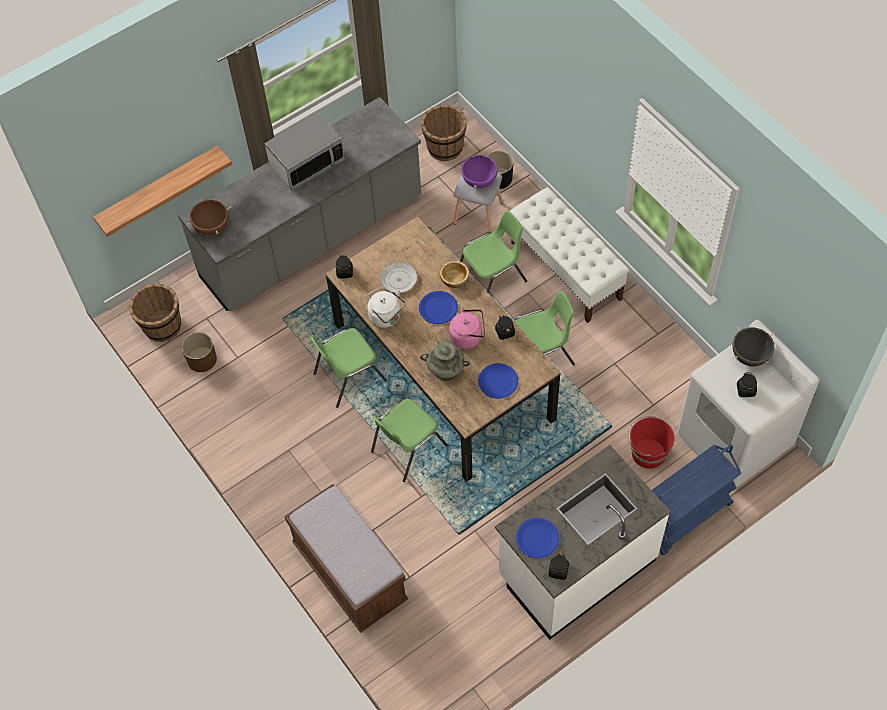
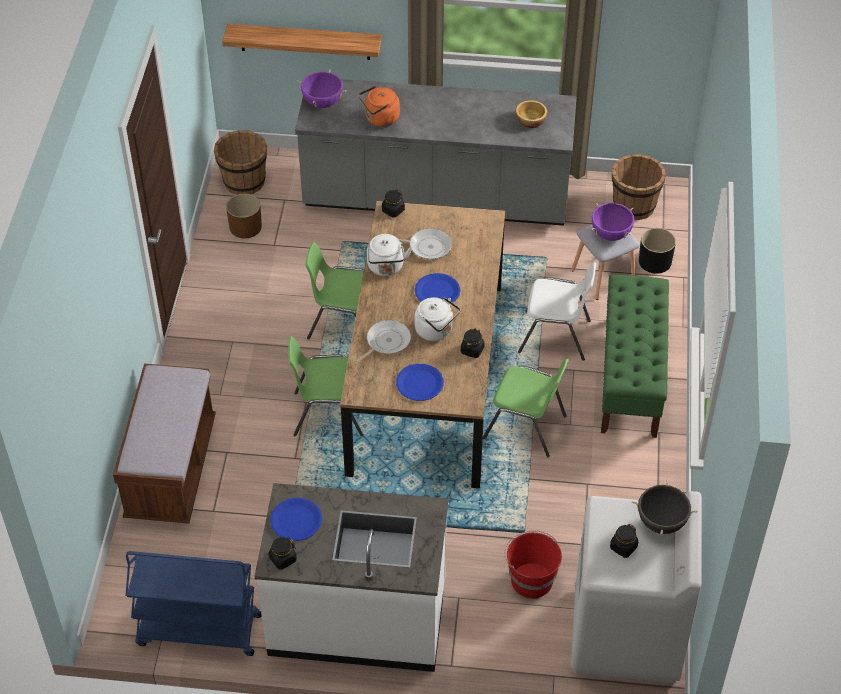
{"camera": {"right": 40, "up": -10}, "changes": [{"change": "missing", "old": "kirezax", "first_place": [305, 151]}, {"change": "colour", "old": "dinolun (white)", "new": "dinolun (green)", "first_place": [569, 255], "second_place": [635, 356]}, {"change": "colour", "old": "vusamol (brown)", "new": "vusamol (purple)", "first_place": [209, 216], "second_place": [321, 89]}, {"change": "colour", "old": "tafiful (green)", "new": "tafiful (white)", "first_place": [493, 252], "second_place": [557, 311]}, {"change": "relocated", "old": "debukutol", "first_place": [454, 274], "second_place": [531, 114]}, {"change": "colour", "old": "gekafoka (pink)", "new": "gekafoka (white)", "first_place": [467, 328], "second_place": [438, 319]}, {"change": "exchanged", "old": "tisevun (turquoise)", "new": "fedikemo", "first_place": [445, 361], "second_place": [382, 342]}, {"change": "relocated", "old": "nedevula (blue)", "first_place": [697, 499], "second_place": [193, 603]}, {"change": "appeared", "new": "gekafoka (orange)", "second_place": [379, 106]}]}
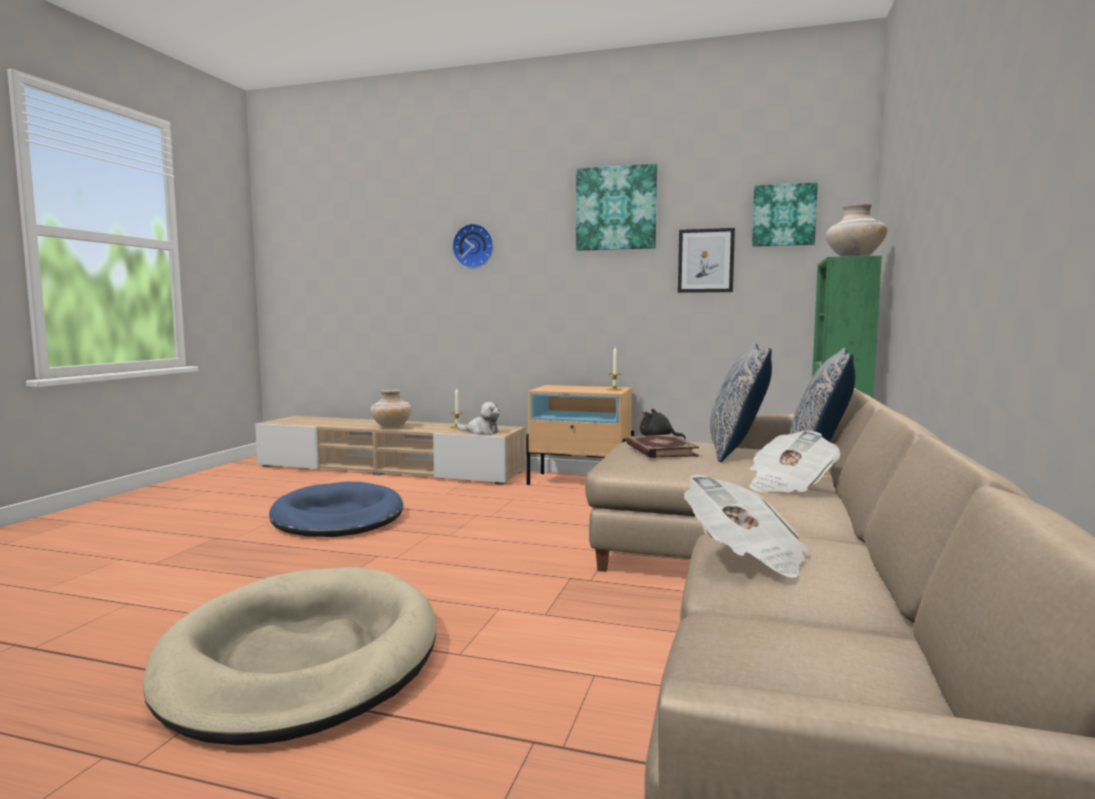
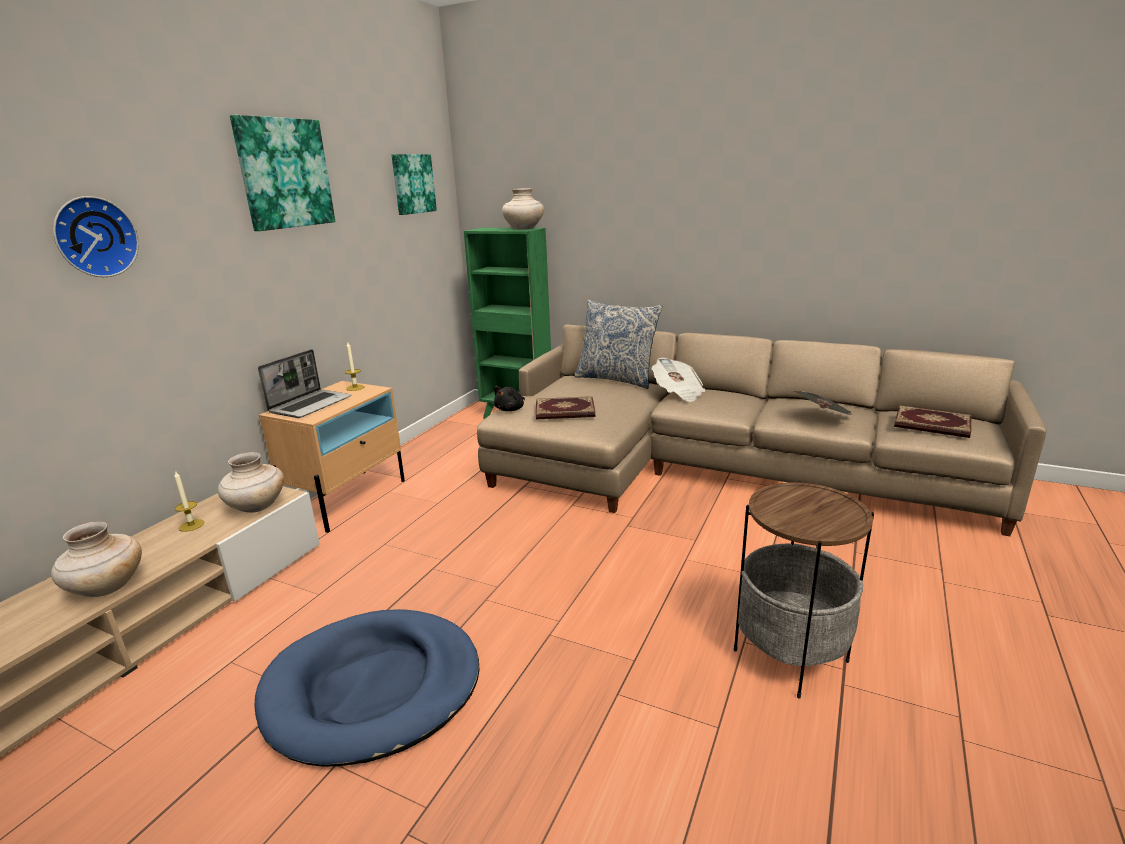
{"camera": {"right": -80, "up": 15}, "changes": [{"change": "missing", "old": "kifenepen", "first_place": [706, 260]}, {"change": "missing", "old": "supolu", "first_place": [741, 402]}, {"change": "exchanged", "old": "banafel", "new": "tisevun (beige)", "first_place": [478, 418], "second_place": [251, 482]}, {"change": "exchanged", "old": "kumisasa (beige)", "new": "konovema", "first_place": [290, 656], "second_place": [804, 590]}, {"change": "appeared", "new": "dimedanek", "second_place": [305, 383]}, {"change": "appeared", "new": "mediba", "second_place": [932, 421]}]}
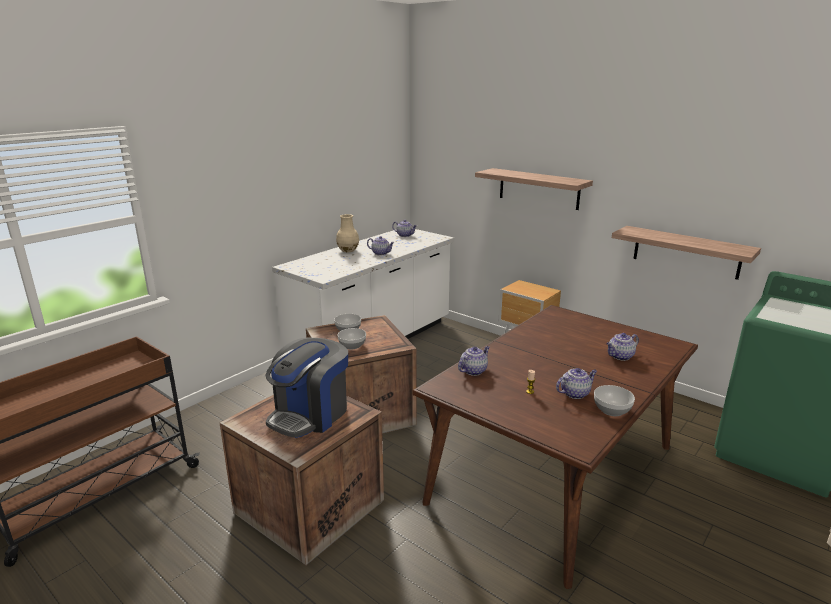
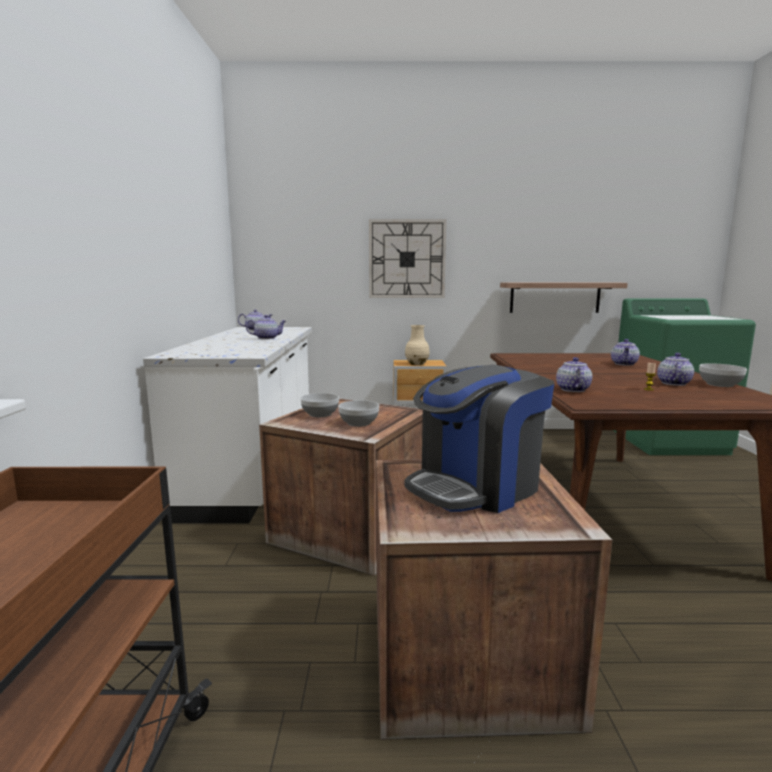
{"camera": {"right": -40, "up": -10}, "changes": [{"change": "exchanged", "old": "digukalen", "new": "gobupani", "first_place": [534, 189], "second_place": [407, 259]}, {"change": "relocated", "old": "tisevun (beige)", "first_place": [347, 233], "second_place": [417, 345]}, {"change": "spun", "old": "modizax", "first_place": [306, 388], "second_place": [479, 439], "degrees": 60}]}
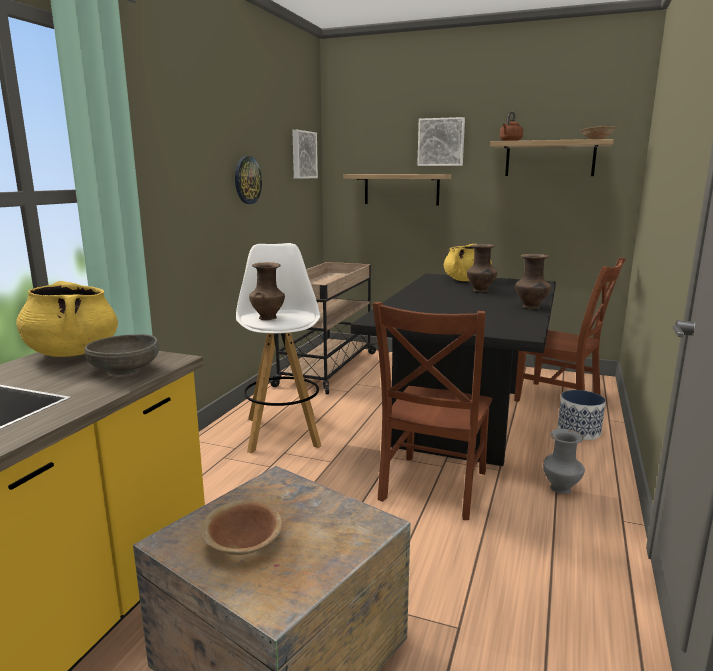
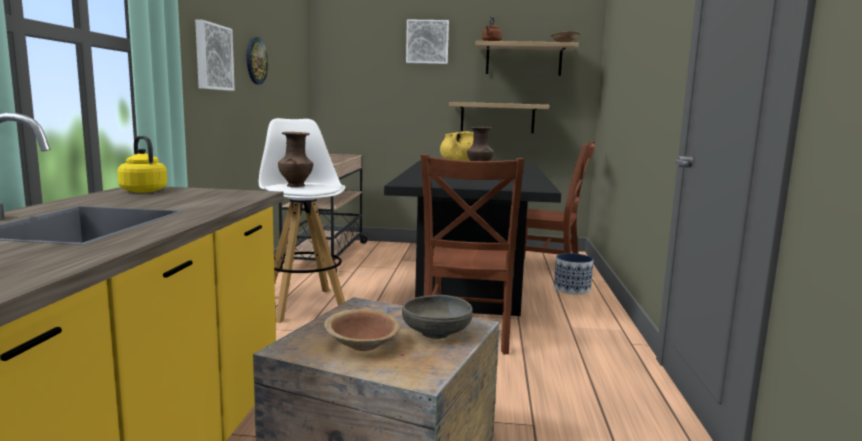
{"camera": {"right": -15, "up": -5}, "changes": [{"change": "relocated", "old": "kifenepen", "first_place": [305, 154], "second_place": [215, 55]}, {"change": "relocated", "old": "digukalen", "first_place": [397, 189], "second_place": [499, 117]}, {"change": "missing", "old": "tisevun (brown)", "first_place": [533, 281]}, {"change": "exchanged", "old": "vusamol (yellow)", "new": "gekafoka (yellow)", "first_place": [67, 319], "second_place": [142, 164]}, {"change": "relocated", "old": "debukutol (grey)", "first_place": [121, 354], "second_place": [437, 317]}, {"change": "missing", "old": "tisevun (grey)", "first_place": [564, 461]}]}
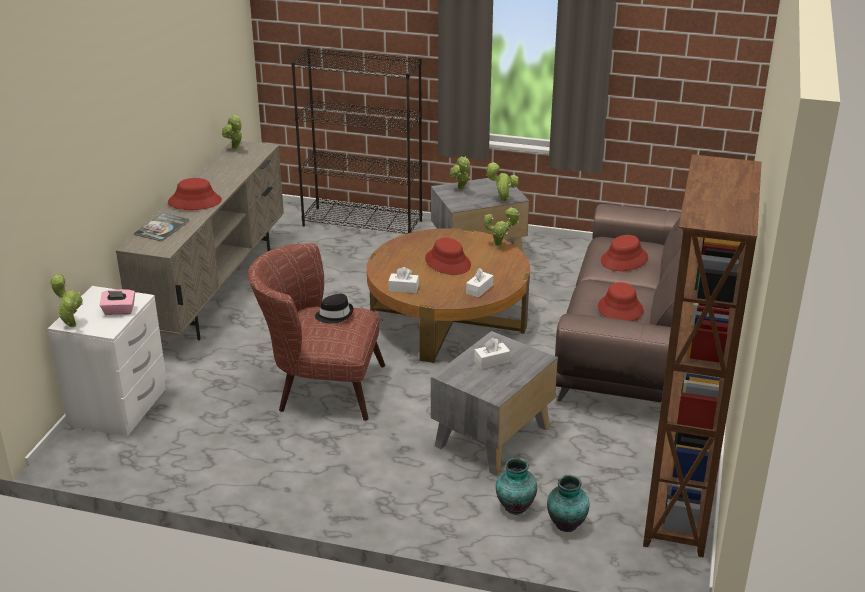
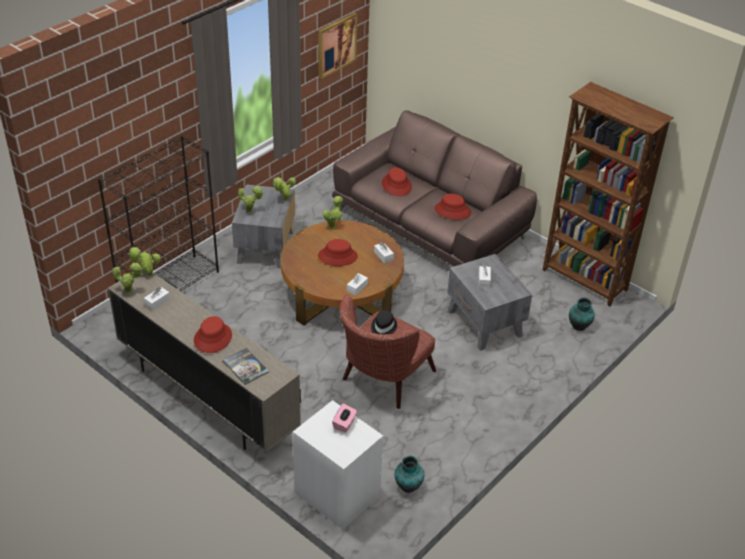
{"camera": {"right": -65, "up": 10}, "changes": [{"change": "relocated", "old": "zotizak", "first_place": [66, 300], "second_place": [144, 261]}, {"change": "relocated", "old": "tisevun", "first_place": [516, 486], "second_place": [409, 474]}, {"change": "appeared", "new": "kifenepen", "second_place": [337, 46]}, {"change": "appeared", "new": "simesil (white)", "second_place": [157, 299]}]}
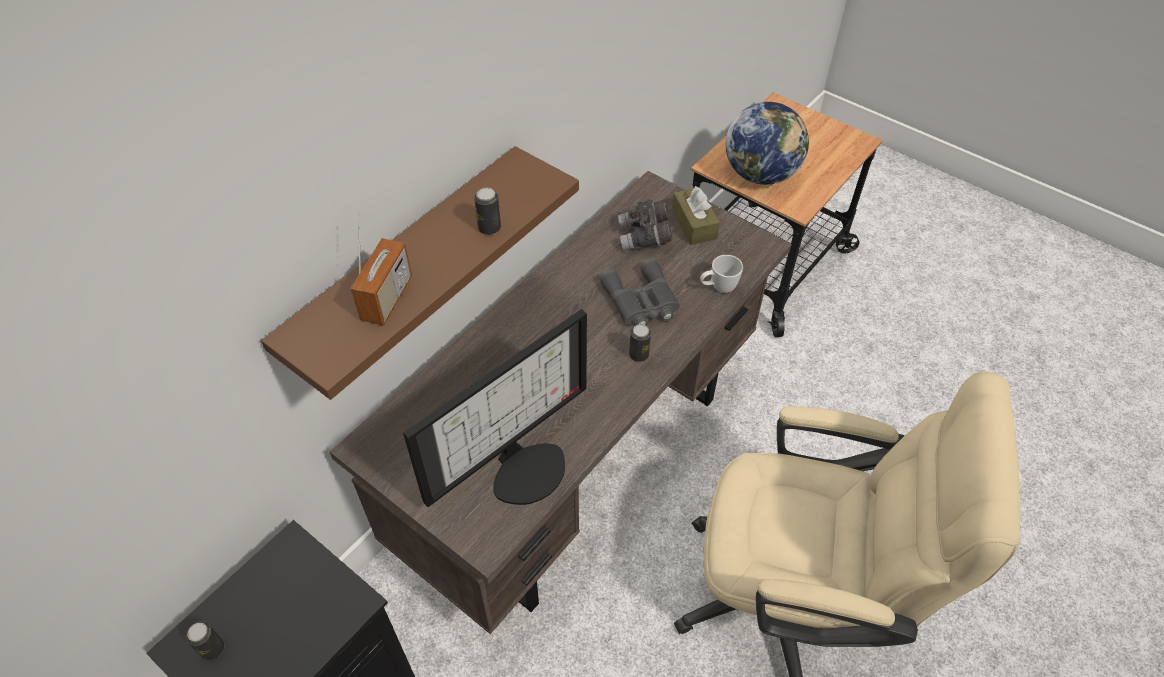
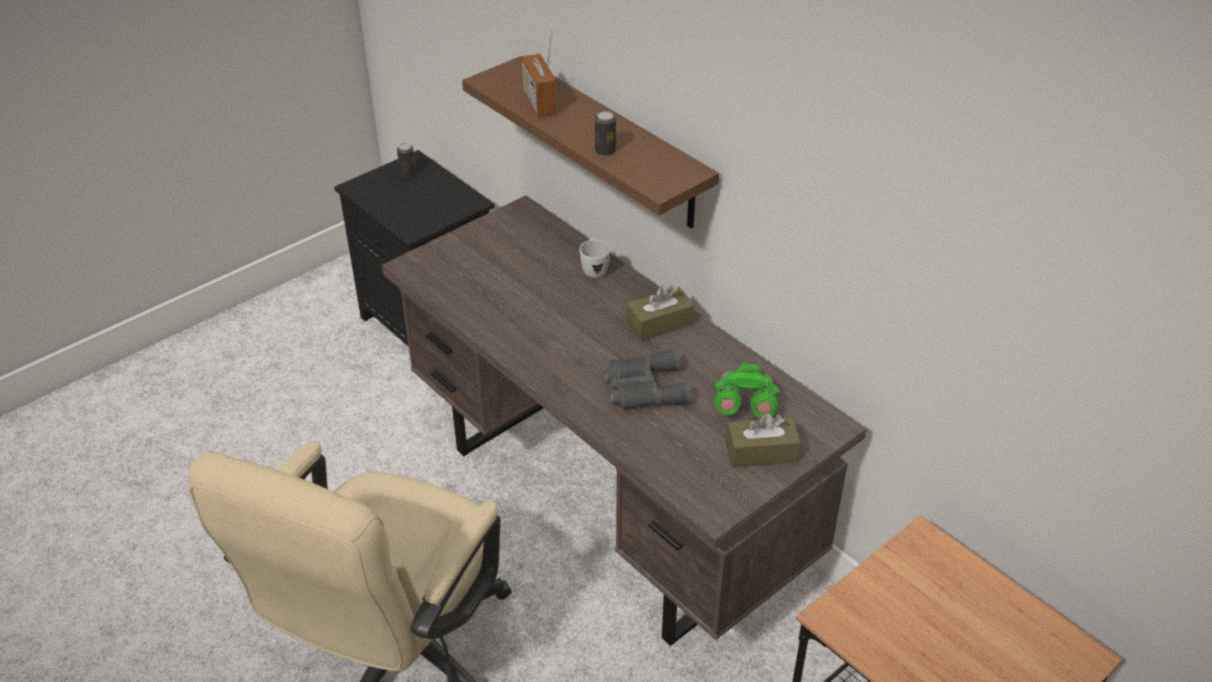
{"camera": {"right": 100, "up": -10}, "changes": [{"change": "missing", "old": "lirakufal", "first_place": [767, 143]}, {"change": "colour", "old": "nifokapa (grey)", "new": "nifokapa (green)", "first_place": [645, 224], "second_place": [747, 390]}, {"change": "spun", "old": "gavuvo", "first_place": [381, 269], "second_place": [539, 73], "degrees": 45}, {"change": "relocated", "old": "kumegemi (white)", "first_place": [721, 274], "second_place": [595, 258]}, {"change": "missing", "old": "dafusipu", "first_place": [495, 408]}, {"change": "missing", "old": "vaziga", "first_place": [640, 343]}, {"change": "appeared", "new": "simesil (brown)", "second_place": [660, 313]}]}
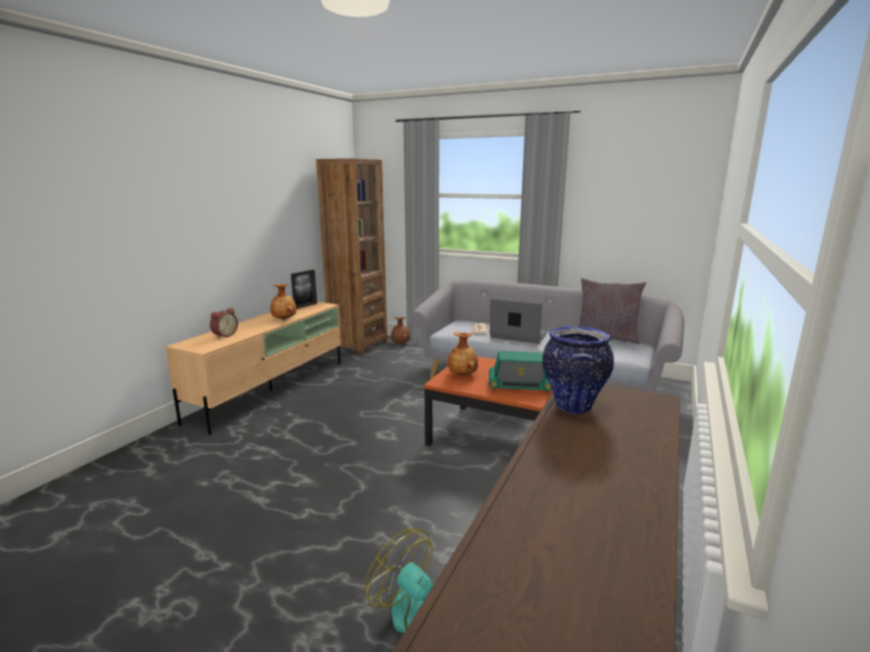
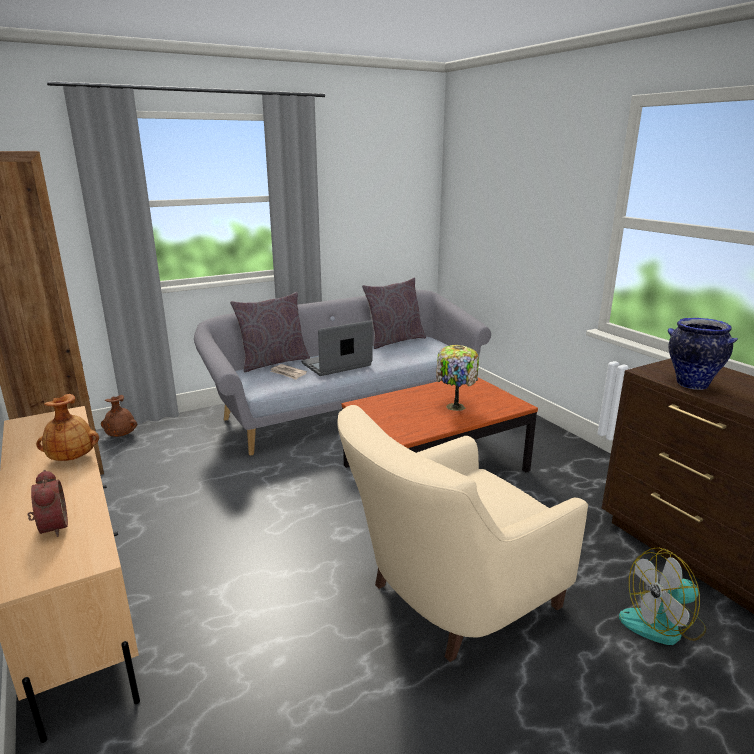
{"camera": {"right": -55, "up": 5}, "changes": [{"change": "missing", "old": "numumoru", "first_place": [304, 289]}, {"change": "missing", "old": "tisevun (brown)", "first_place": [463, 353]}, {"change": "exchanged", "old": "gavuvo", "new": "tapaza", "first_place": [520, 371], "second_place": [457, 378]}, {"change": "appeared", "new": "supolu (grey)", "second_place": [270, 332]}, {"change": "appeared", "new": "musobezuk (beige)", "second_place": [462, 533]}]}
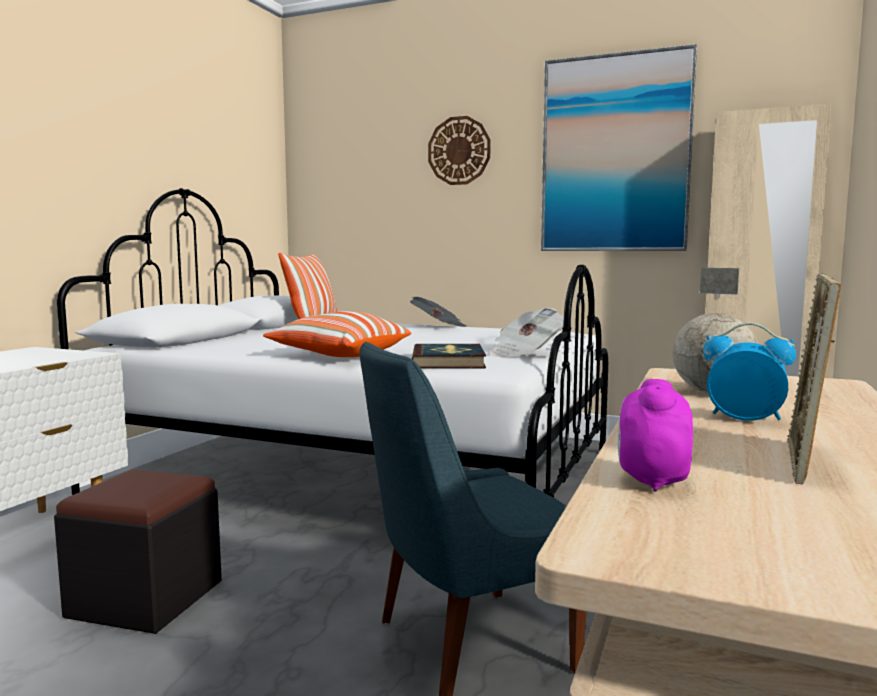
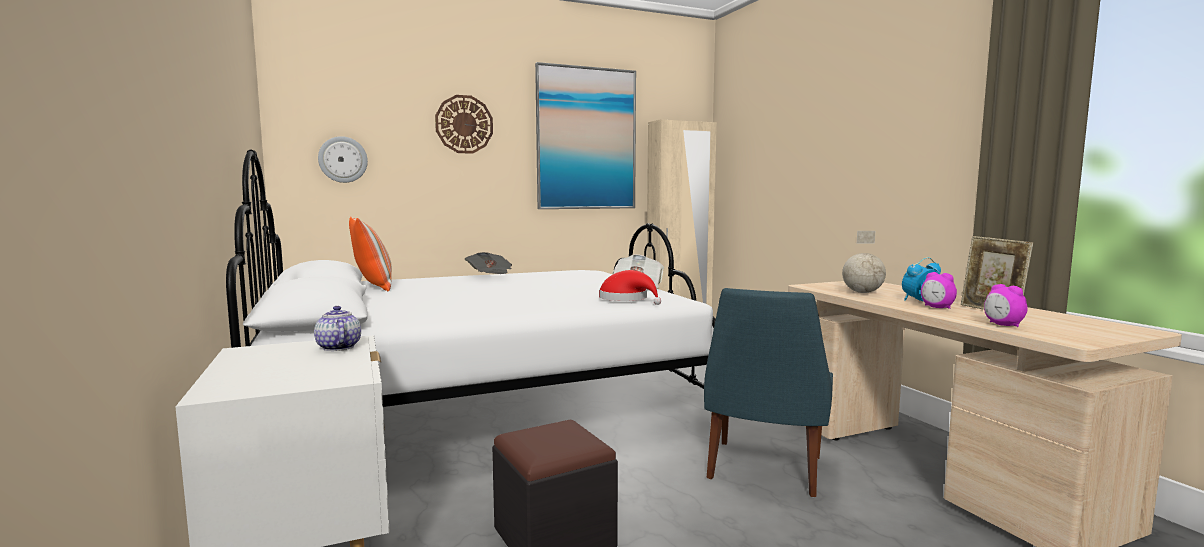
{"camera": {"right": -45, "up": 0}, "changes": [{"change": "missing", "old": "supolu", "first_place": [337, 334]}, {"change": "exchanged", "old": "mediba", "new": "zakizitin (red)", "first_place": [449, 356], "second_place": [630, 287]}, {"change": "appeared", "new": "gobupani", "second_place": [343, 159]}, {"change": "appeared", "new": "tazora", "second_place": [939, 290]}, {"change": "appeared", "new": "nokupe", "second_place": [337, 328]}]}
